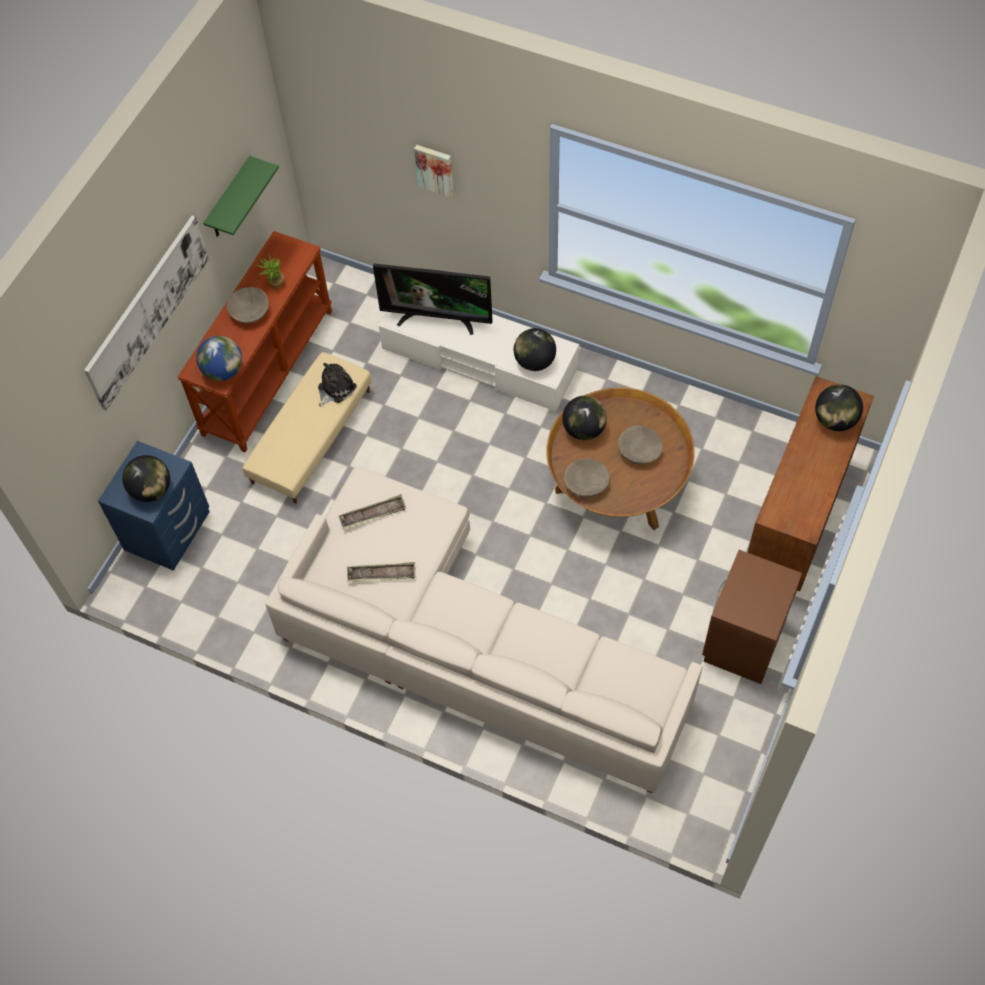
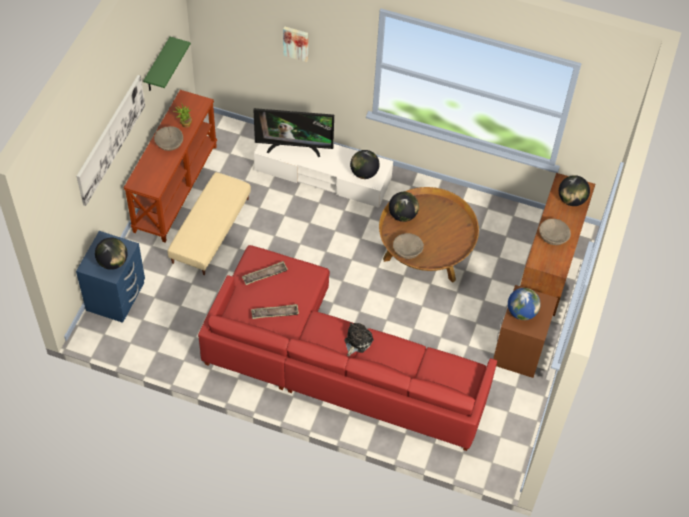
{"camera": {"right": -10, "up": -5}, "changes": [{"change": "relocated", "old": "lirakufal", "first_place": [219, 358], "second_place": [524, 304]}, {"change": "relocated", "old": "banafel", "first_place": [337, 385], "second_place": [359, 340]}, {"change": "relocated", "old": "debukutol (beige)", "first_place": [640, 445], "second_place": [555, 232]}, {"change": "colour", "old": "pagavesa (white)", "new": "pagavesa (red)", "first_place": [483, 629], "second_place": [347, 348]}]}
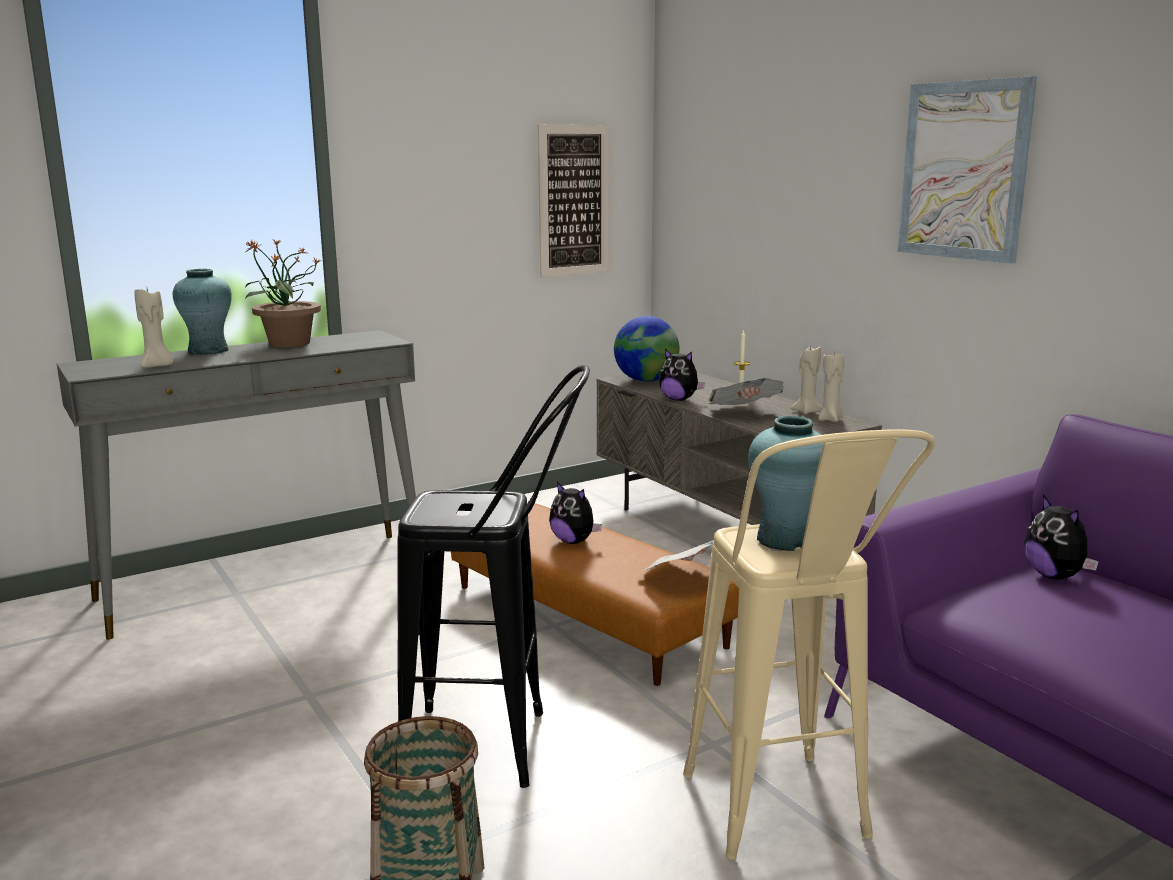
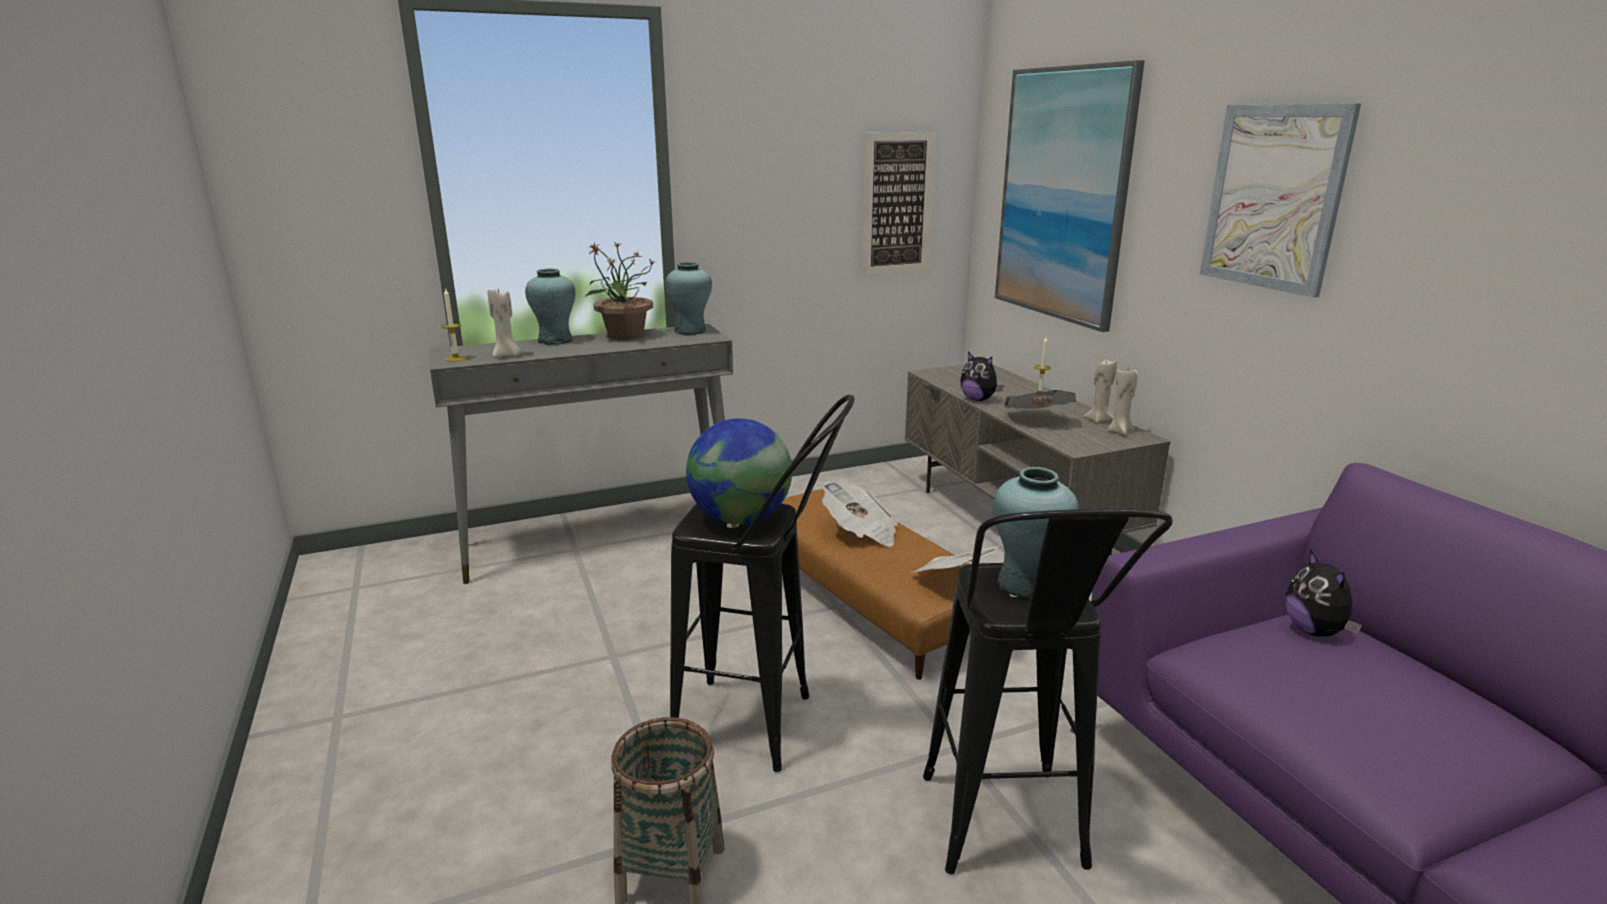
{"camera": {"right": 10, "up": 5}, "changes": [{"change": "relocated", "old": "lirakufal", "first_place": [647, 349], "second_place": [739, 471]}, {"change": "colour", "old": "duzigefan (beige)", "new": "duzigefan (black)", "first_place": [809, 644], "second_place": [1048, 691]}, {"change": "exchanged", "old": "banafel", "new": "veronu", "first_place": [575, 513], "second_place": [860, 514]}, {"change": "appeared", "new": "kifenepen", "second_place": [1070, 196]}, {"change": "appeared", "new": "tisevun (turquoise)", "second_place": [688, 298]}, {"change": "appeared", "new": "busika", "second_place": [454, 324]}]}
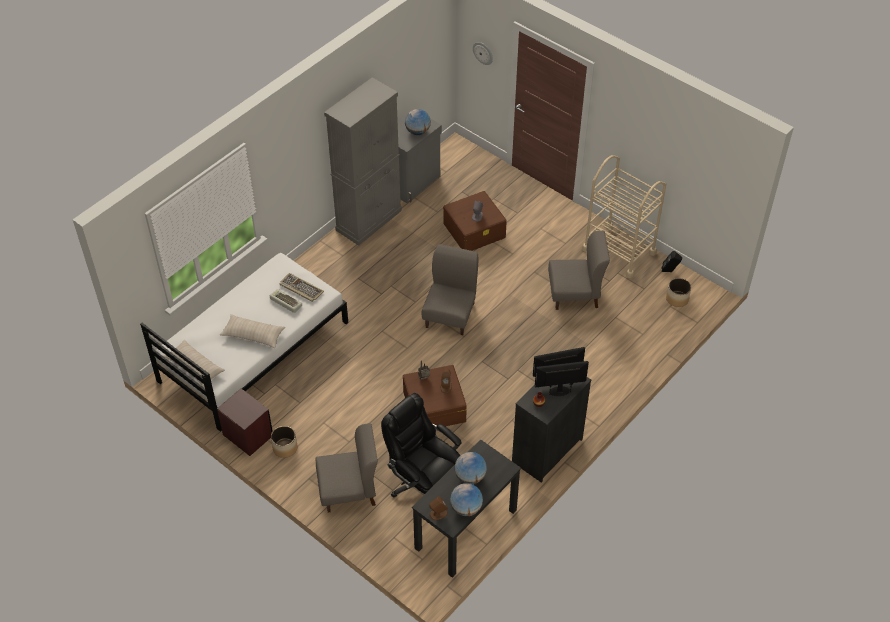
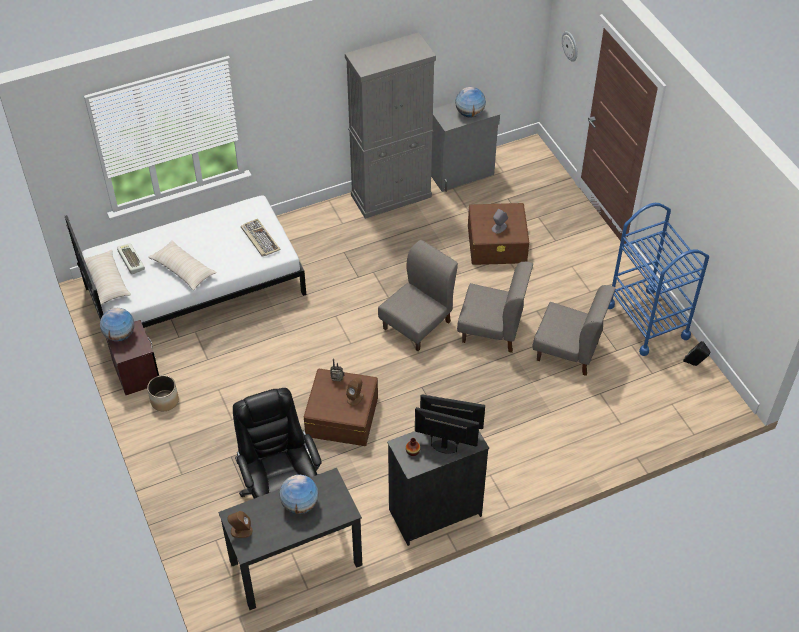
{"camera": {"right": 25, "up": 0}, "changes": [{"change": "colour", "old": "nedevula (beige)", "new": "nedevula (blue)", "first_place": [624, 216], "second_place": [658, 279]}, {"change": "missing", "old": "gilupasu", "first_place": [678, 292]}, {"change": "relocated", "old": "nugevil", "first_place": [286, 301], "second_place": [131, 258]}, {"change": "relocated", "old": "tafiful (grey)", "first_place": [347, 468], "second_place": [495, 307]}, {"change": "relocated", "old": "lirakufal", "first_place": [466, 499], "second_place": [117, 324]}]}
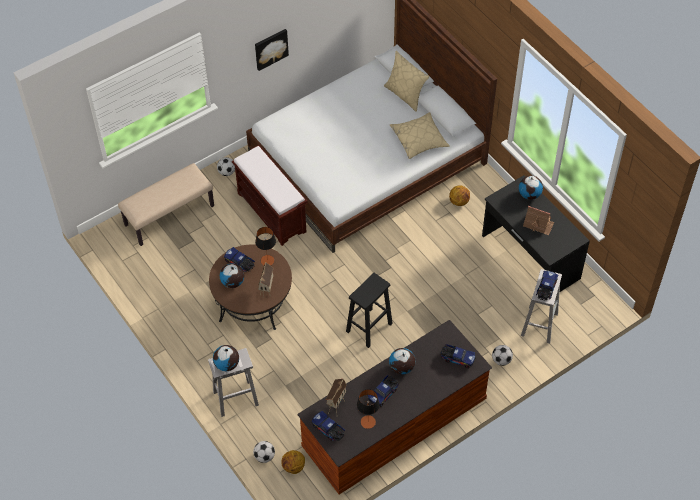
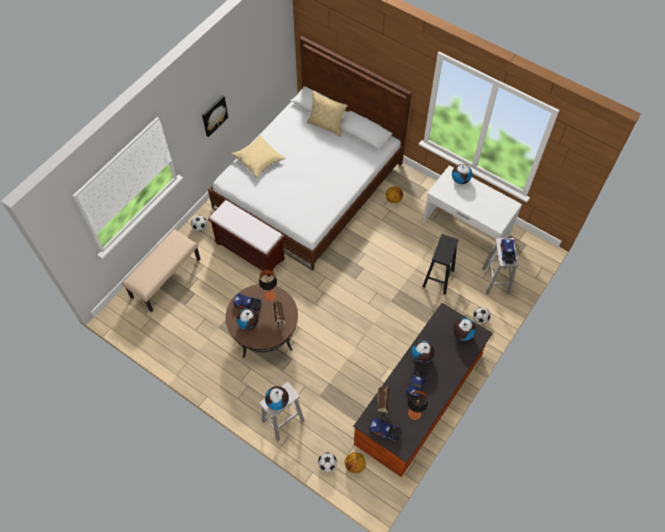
{"camera": {"right": -20, "up": 5}, "changes": [{"change": "relocated", "old": "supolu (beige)", "first_place": [420, 135], "second_place": [258, 156]}, {"change": "colour", "old": "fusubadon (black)", "new": "fusubadon (white)", "first_place": [536, 233], "second_place": [472, 212]}, {"change": "missing", "old": "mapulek", "first_place": [539, 220]}, {"change": "relocated", "old": "duzigefan (black)", "first_place": [369, 310], "second_place": [440, 264]}, {"change": "exchanged", "old": "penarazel", "new": "lirakufal", "first_place": [458, 356], "second_place": [464, 329]}]}
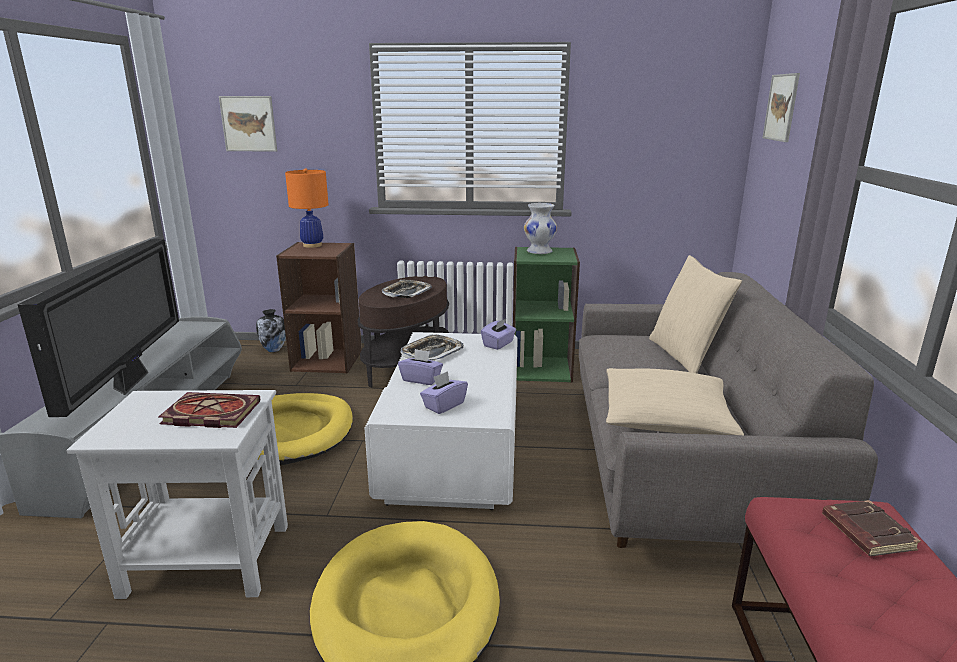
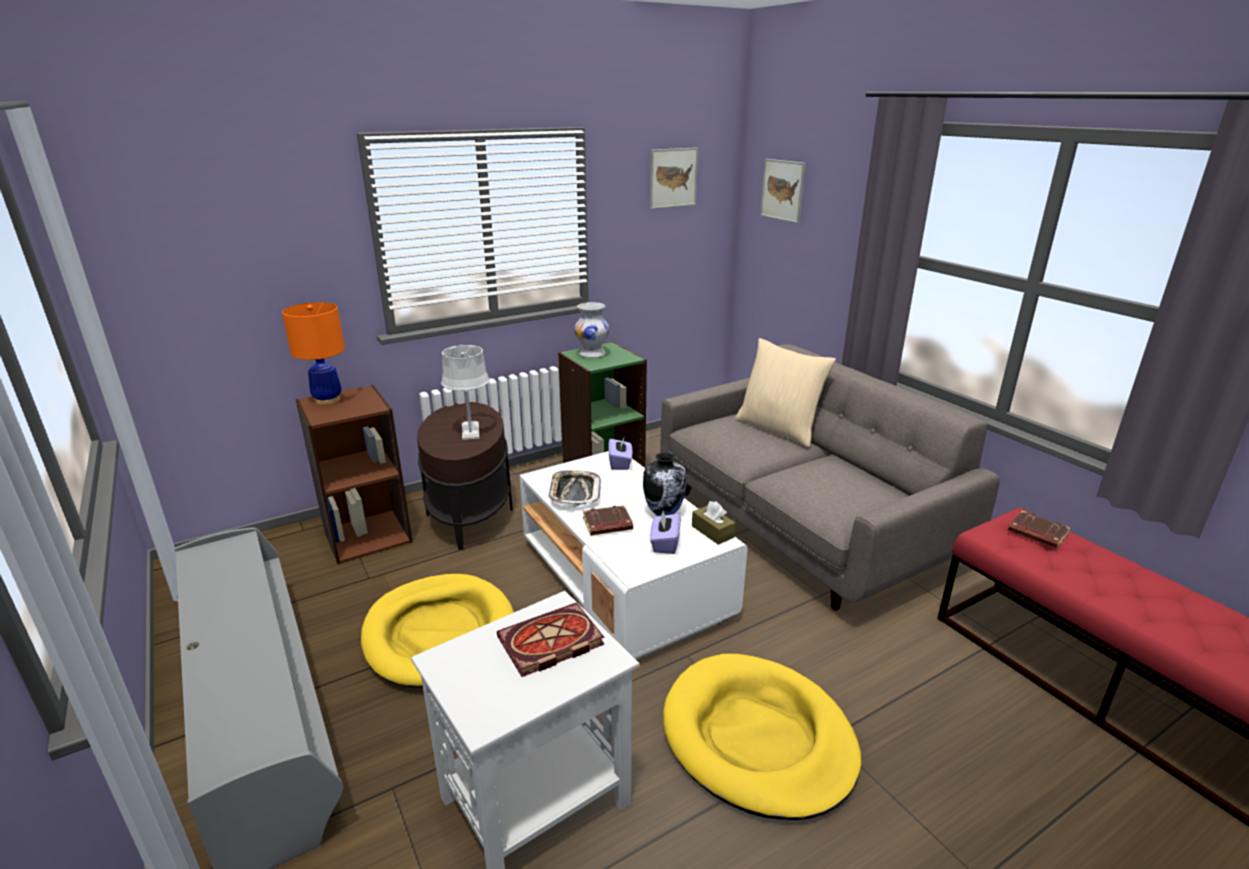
{"camera": {"right": -35, "up": 5}, "changes": [{"change": "relocated", "old": "kifenepen", "first_place": [248, 124], "second_place": [674, 178]}, {"change": "missing", "old": "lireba", "first_place": [98, 328]}, {"change": "exchanged", "old": "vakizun", "new": "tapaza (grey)", "first_place": [407, 289], "second_place": [465, 392]}, {"change": "relocated", "old": "tisevun", "first_place": [271, 330], "second_place": [665, 484]}, {"change": "exchanged", "old": "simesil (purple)", "new": "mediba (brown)", "first_place": [420, 367], "second_place": [608, 520]}, {"change": "missing", "old": "supolu (beige)", "first_place": [675, 401]}, {"change": "appeared", "new": "simesil (brown)", "second_place": [713, 523]}]}
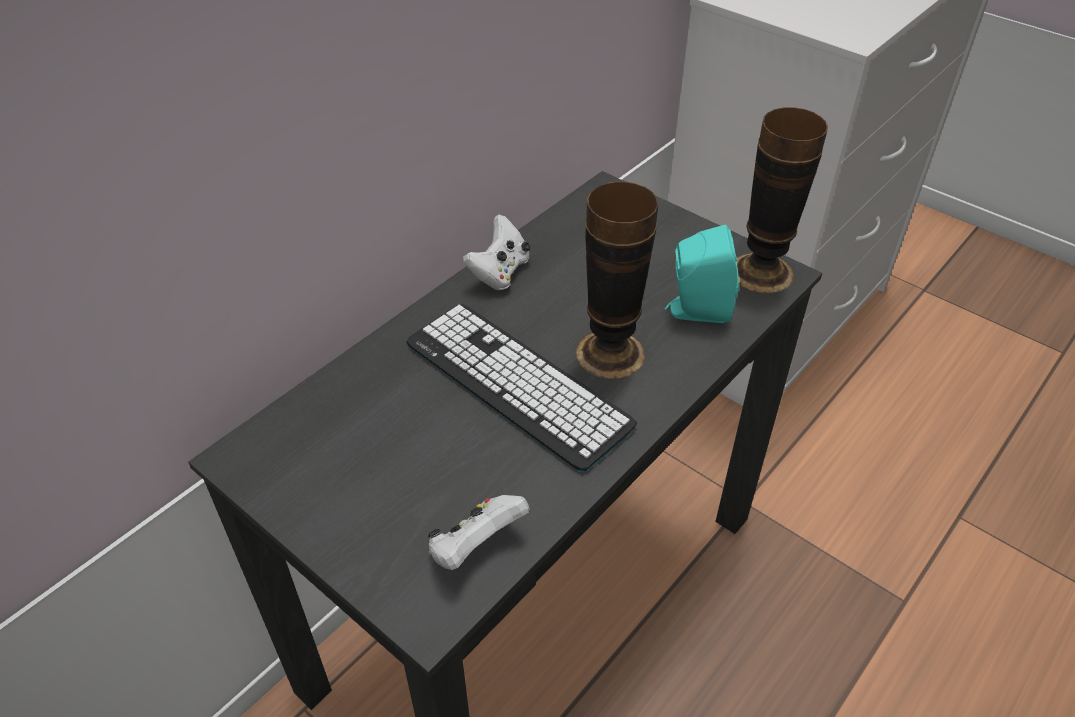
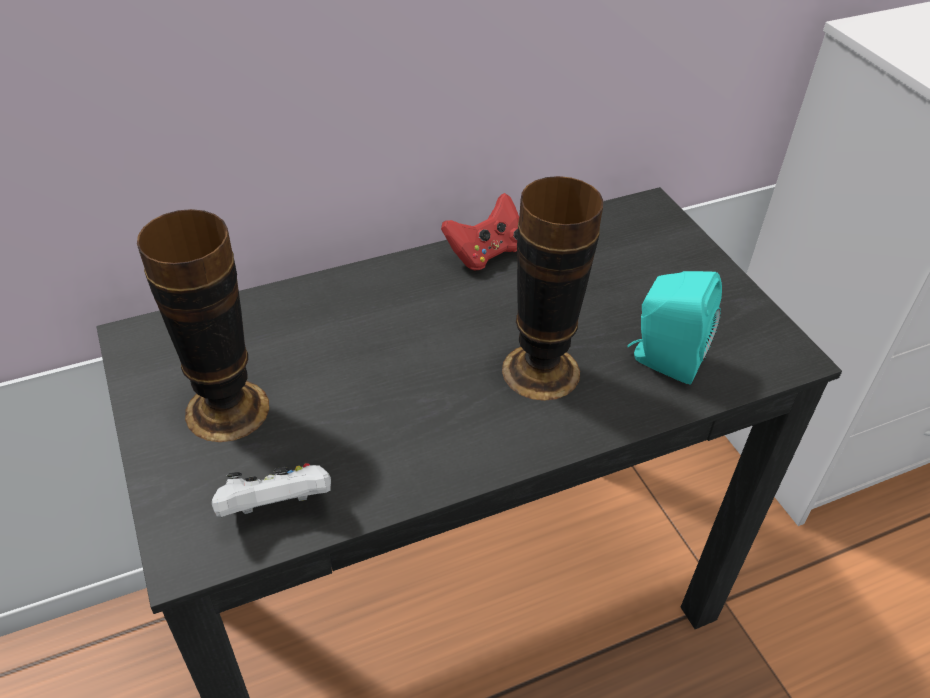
{"camera": {"right": 25, "up": 0}, "changes": [{"change": "relocated", "old": "tisevun", "first_place": [782, 200], "second_place": [203, 325]}, {"change": "colour", "old": "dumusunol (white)", "new": "dumusunol (red)", "first_place": [496, 252], "second_place": [480, 232]}, {"change": "missing", "old": "nugevil", "first_place": [521, 388]}]}
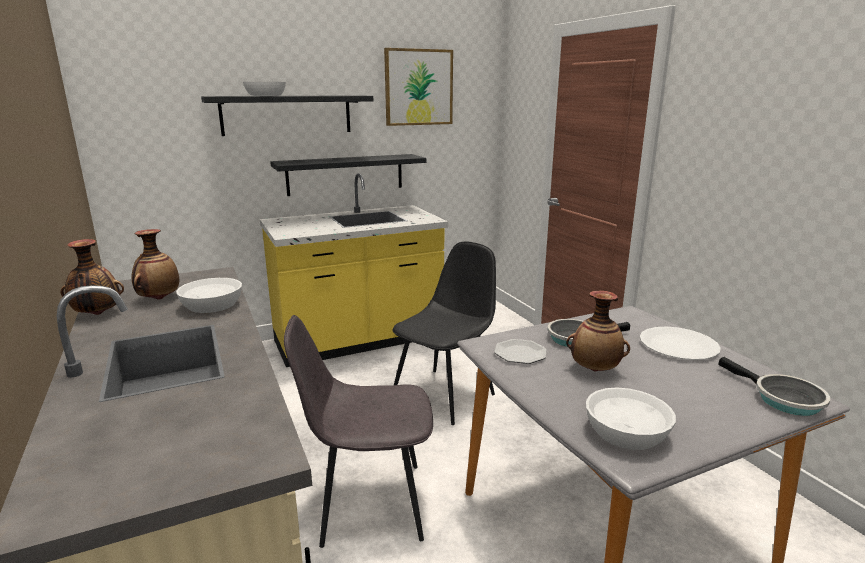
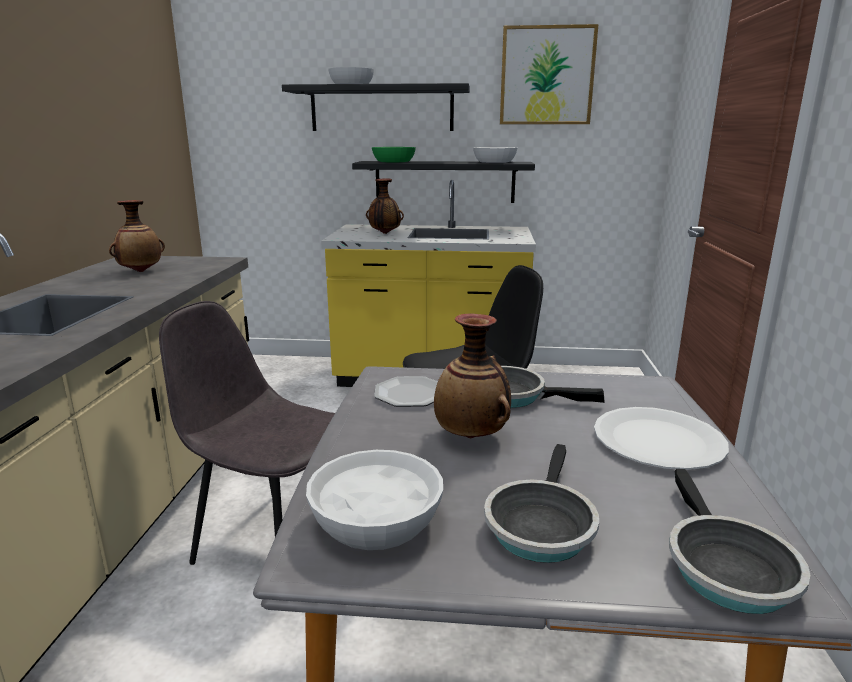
{"camera": {"right": 30, "up": 0}, "changes": [{"change": "relocated", "old": "tisevun", "first_place": [92, 277], "second_place": [385, 206]}, {"change": "relocated", "old": "debukutol (white)", "first_place": [209, 295], "second_place": [495, 155]}, {"change": "appeared", "new": "debukutol (green)", "second_place": [394, 154]}, {"change": "appeared", "new": "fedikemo", "second_place": [541, 503]}]}
